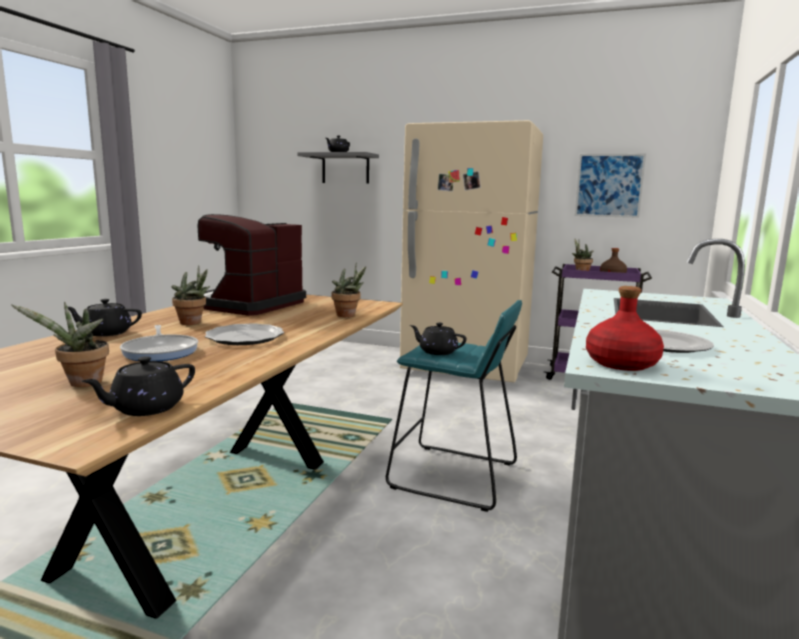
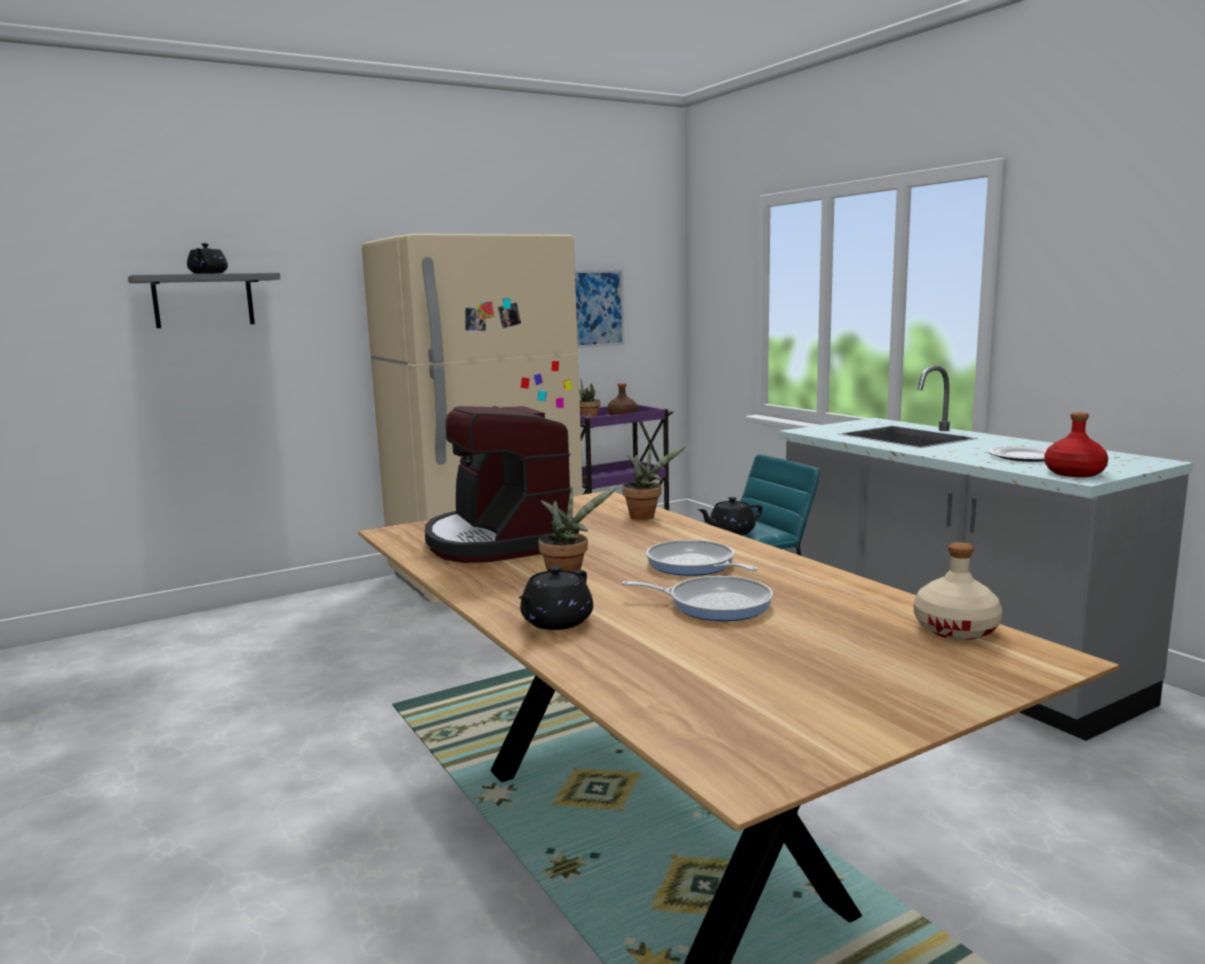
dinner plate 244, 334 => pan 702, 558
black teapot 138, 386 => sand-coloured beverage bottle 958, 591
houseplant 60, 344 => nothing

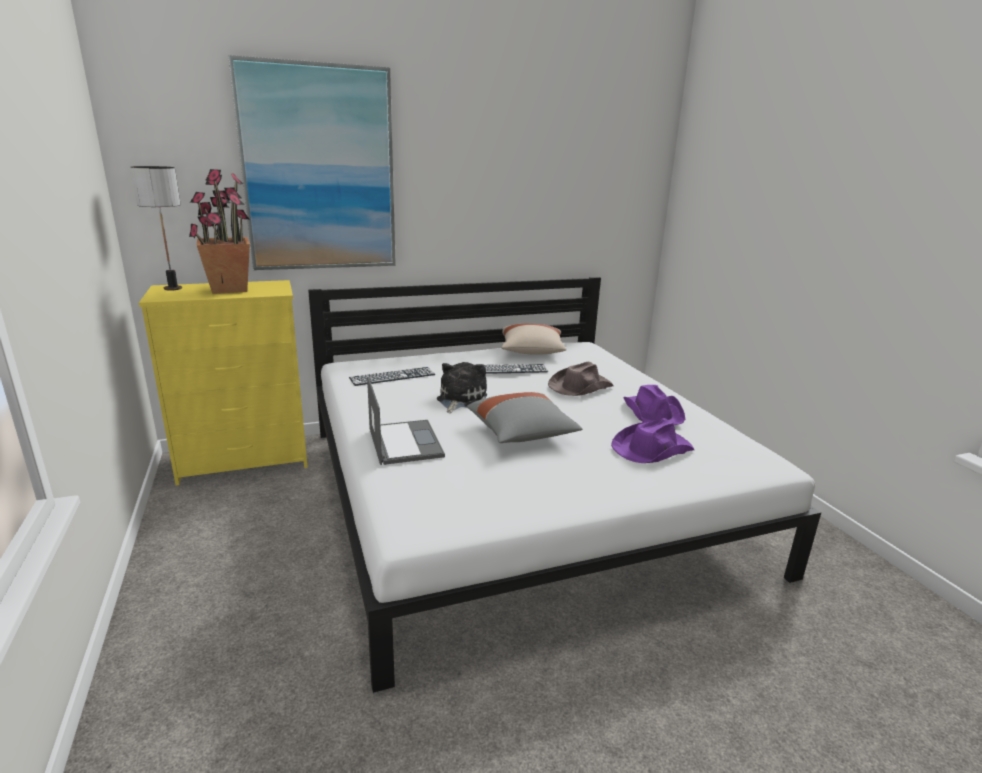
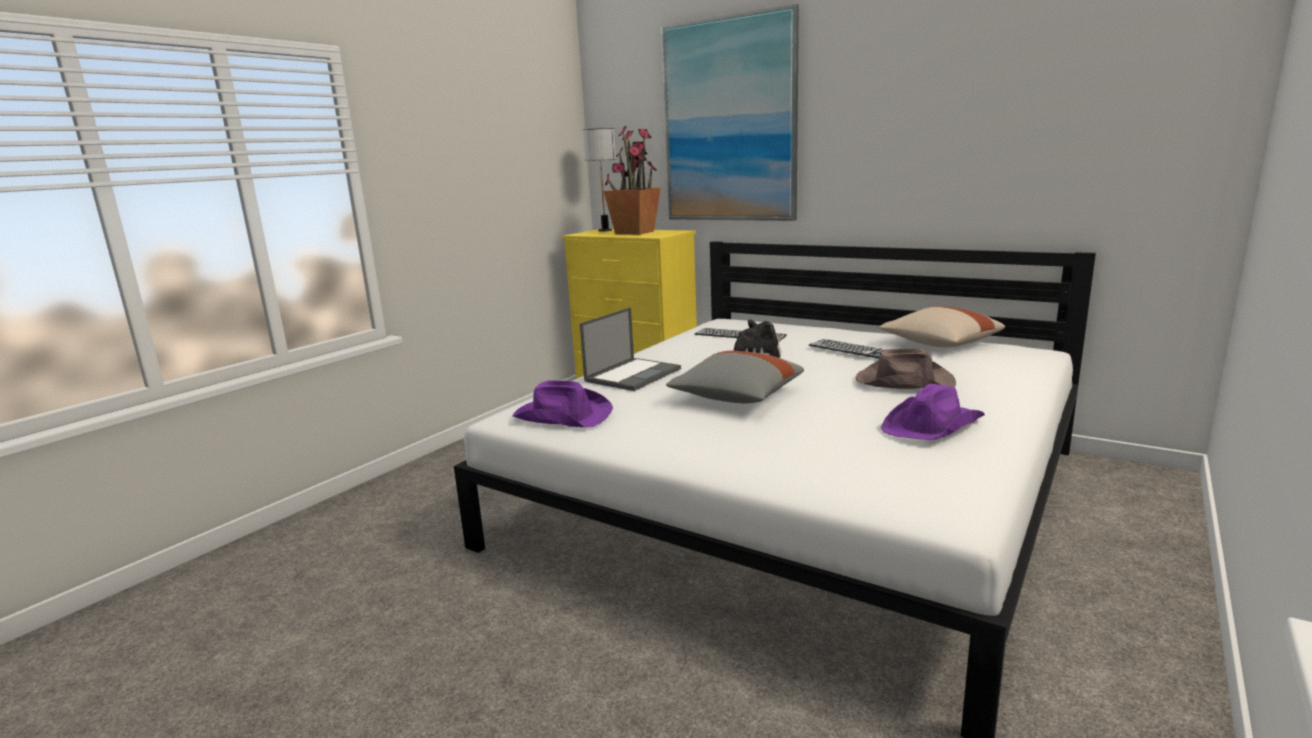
purple-coloured clothing hat 652, 440 => purple-coloured clothing hat 563, 404, relocated

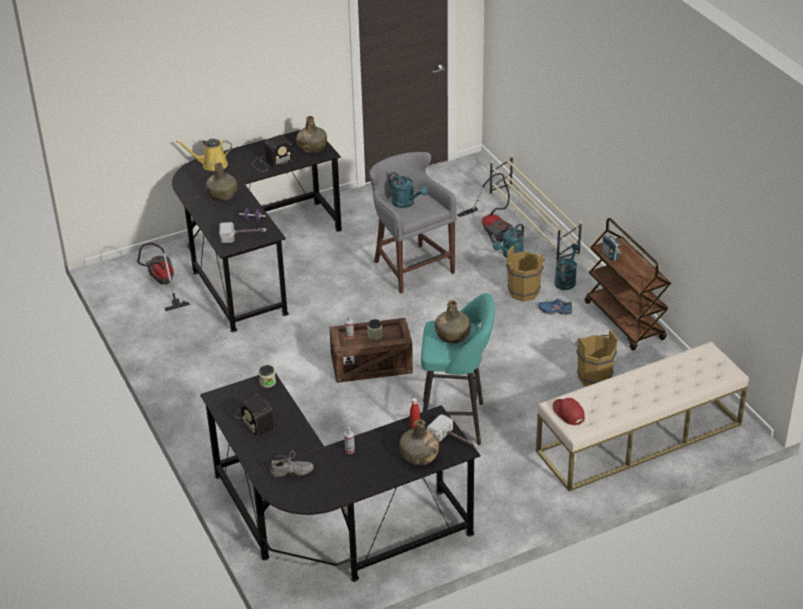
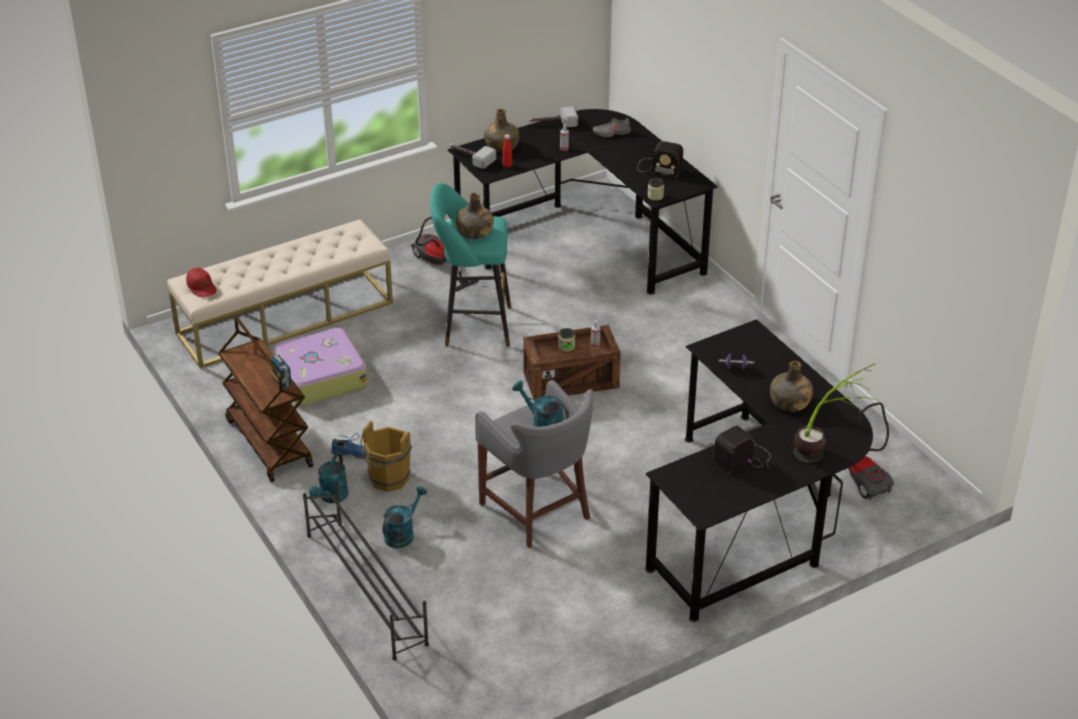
reddish cap 569, 411 => reddish cap 201, 282, relocated
brown pail 596, 358 => suitcase 320, 367
sand-coloured shoe rack 535, 209 => black shoe rack 366, 570
vacuum 485, 208 => vacuum 445, 254, relocated
tool hammer 242, 232 => tool hammer 553, 116, relocated
radio set 254, 416 => radio set 660, 159, 150 degrees clockwise
yellow-coloured watering can 204, 155 => houseplant 835, 413
green beverage bottle 311, 134 => nothing

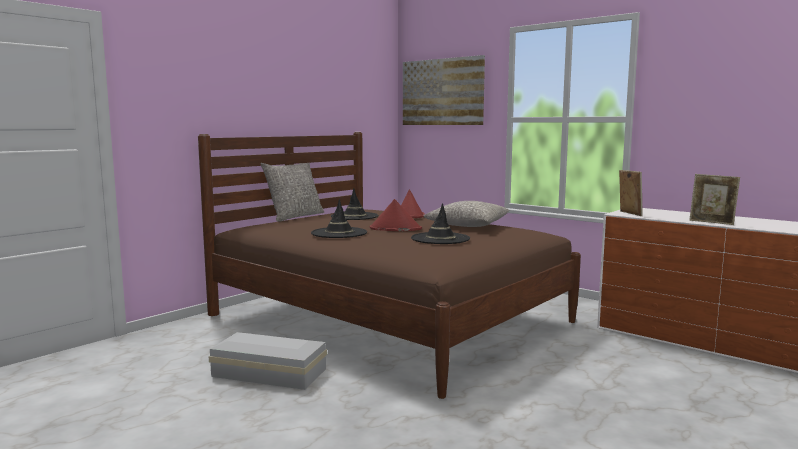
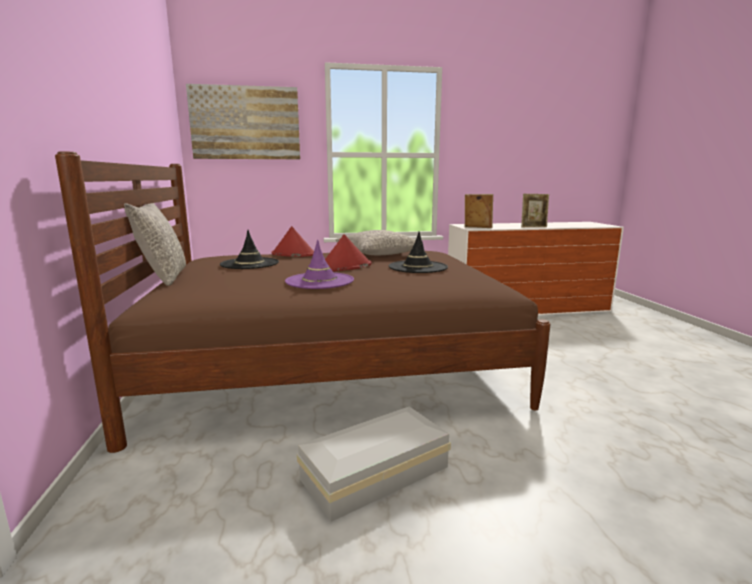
black clothing hat 339, 218 => purple-coloured clothing hat 319, 264

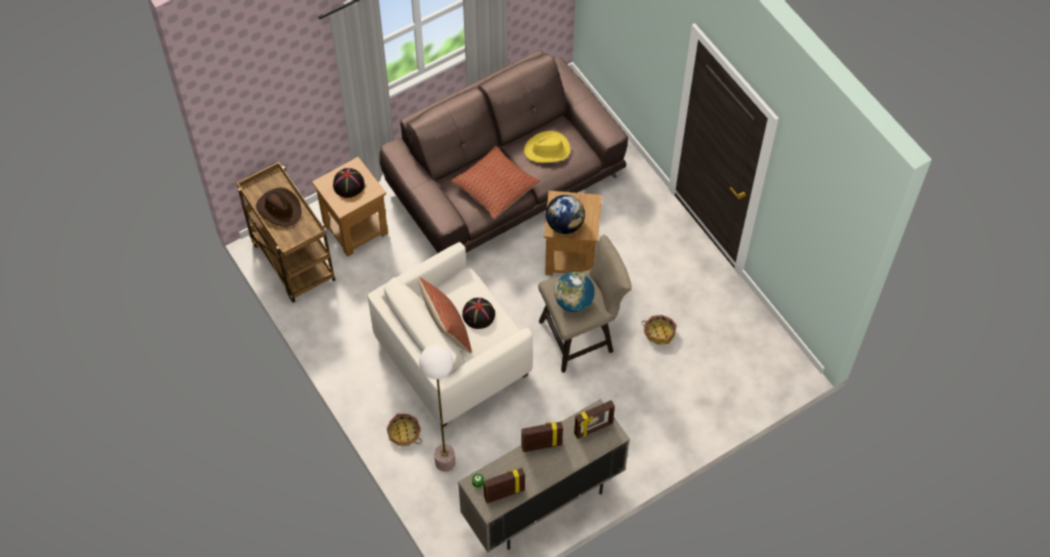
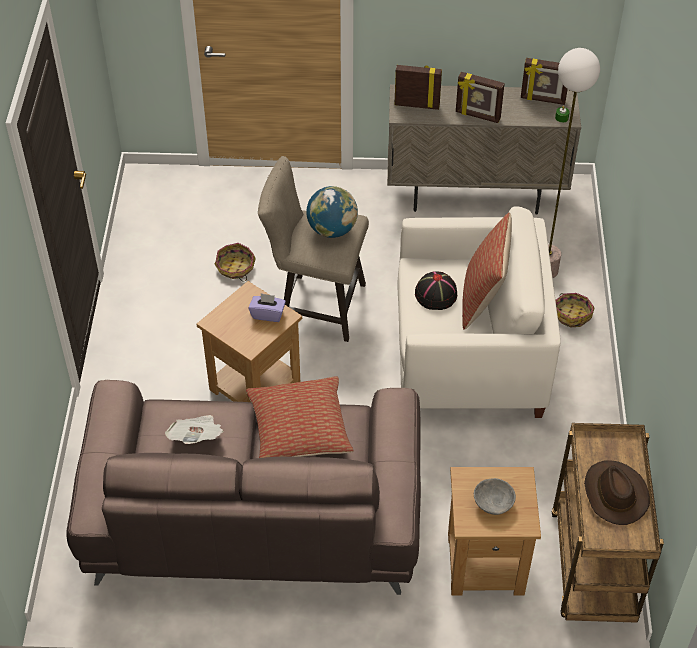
yellow-coloured clothing hat 547, 147 => printed paper 194, 429
globe 565, 214 => purple-coloured box of tissues 267, 307
black clothing hat 349, 183 => gray bowl 495, 496

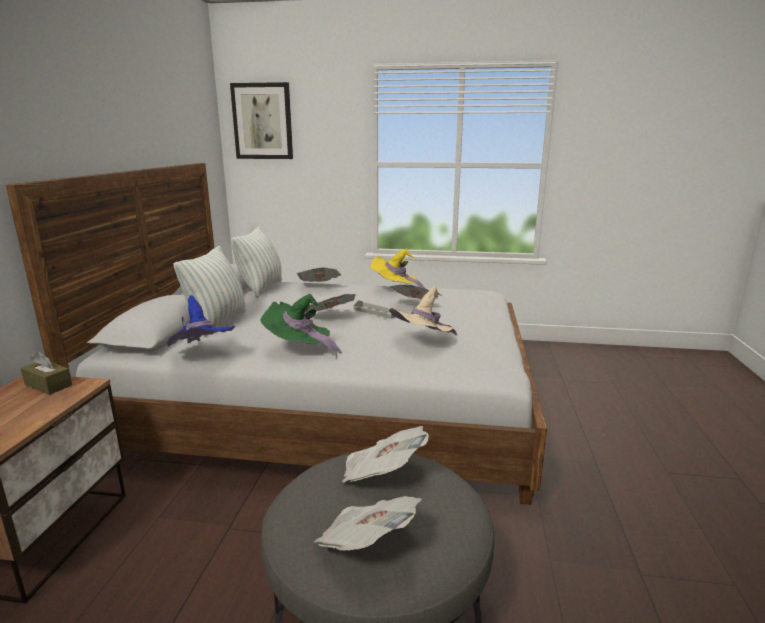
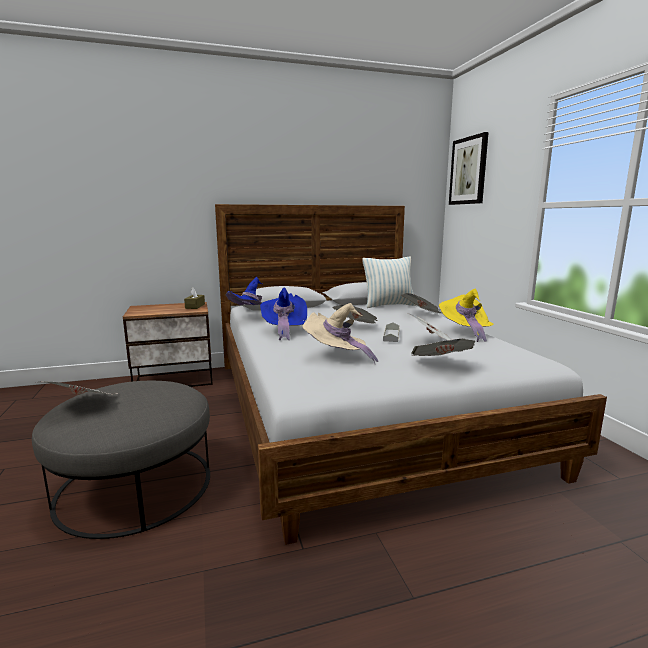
green clothing hat 301, 326 => blue clothing hat 283, 313
printed paper 385, 454 => printed paper 443, 347, relocated
throw pillow 210, 291 => nothing

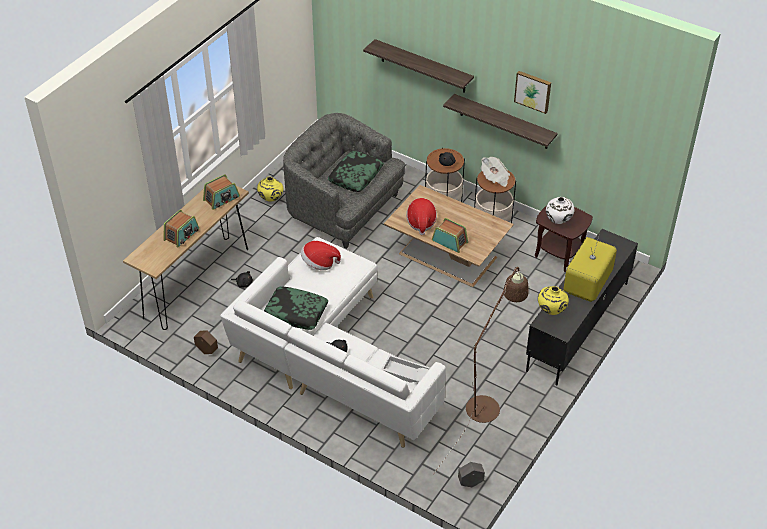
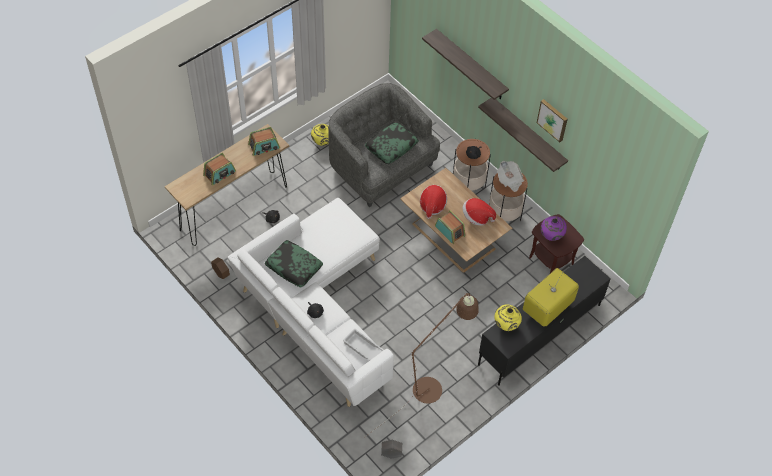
clothing hat 321, 255 => clothing hat 479, 212, relocated
whitish decorative vase 560, 210 => purple-coloured decorative vase 554, 228

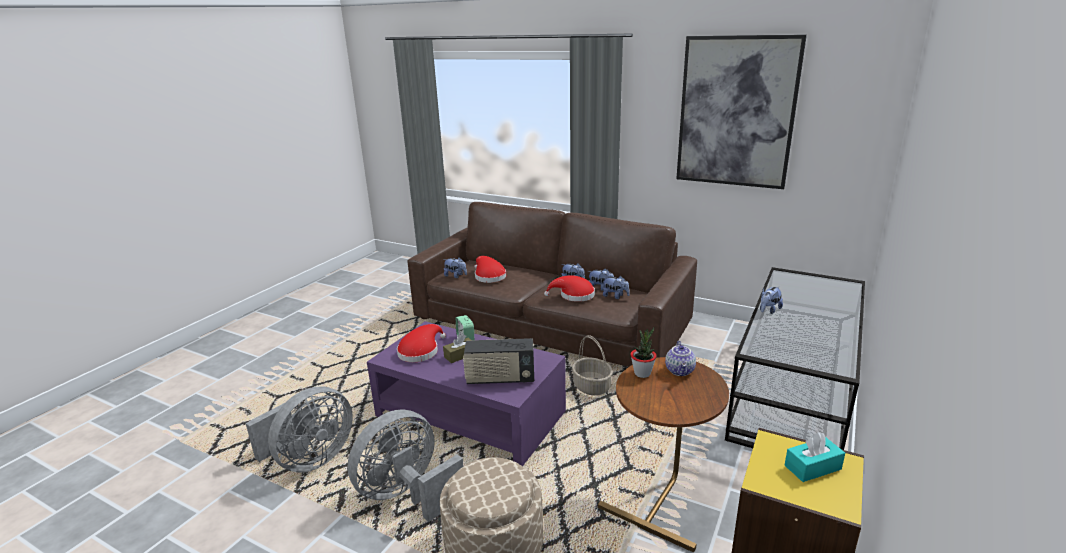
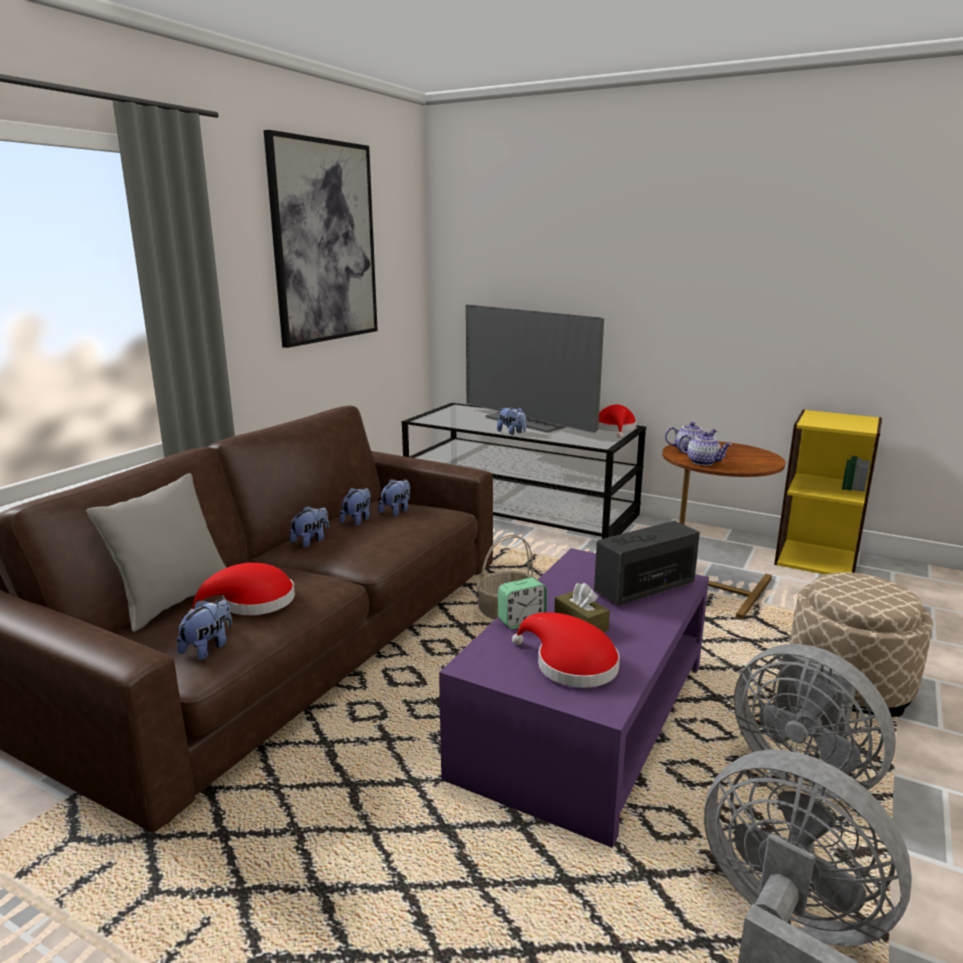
nothing => gray throw pillow 156, 552
nothing => television 535, 369
radio set 498, 361 => radio set 647, 563, 120 degrees counterclockwise
reddish clothing hat 569, 288 => reddish clothing hat 617, 421, relocated
houseplant 643, 352 => teapot 705, 449
turquoise box of tissues 814, 457 => nothing

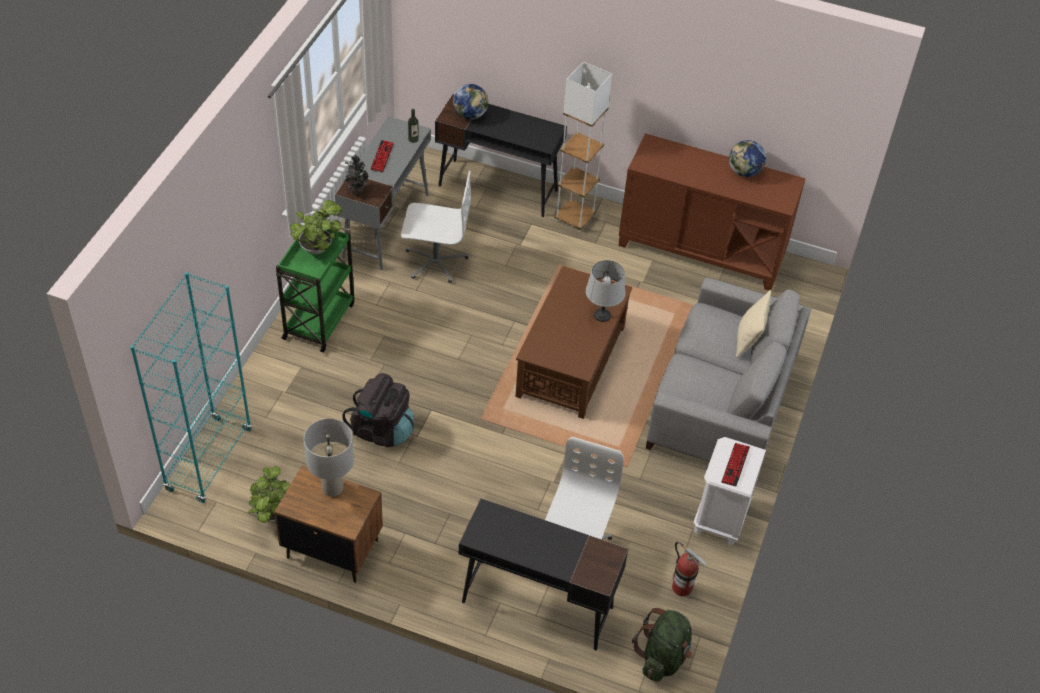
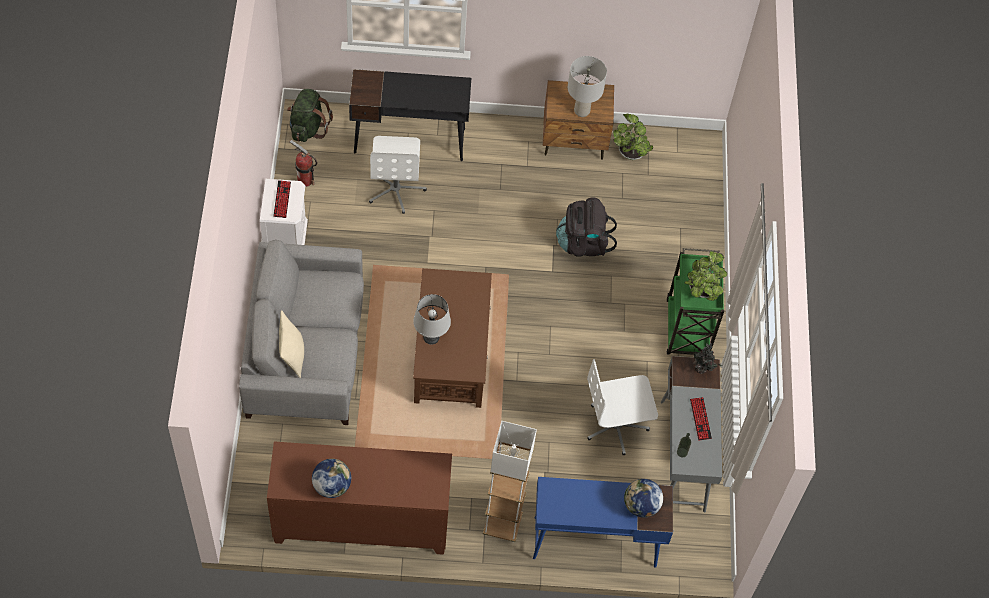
black desk 501, 155 => blue desk 603, 522
turquoise bookcase 191, 387 => nothing

